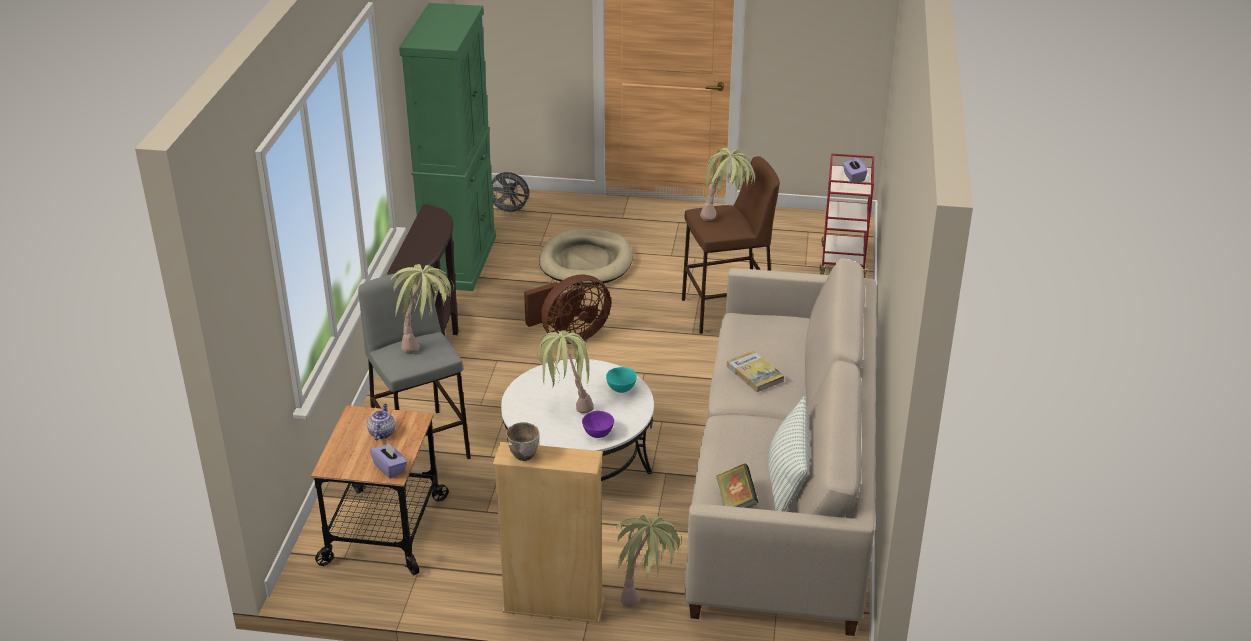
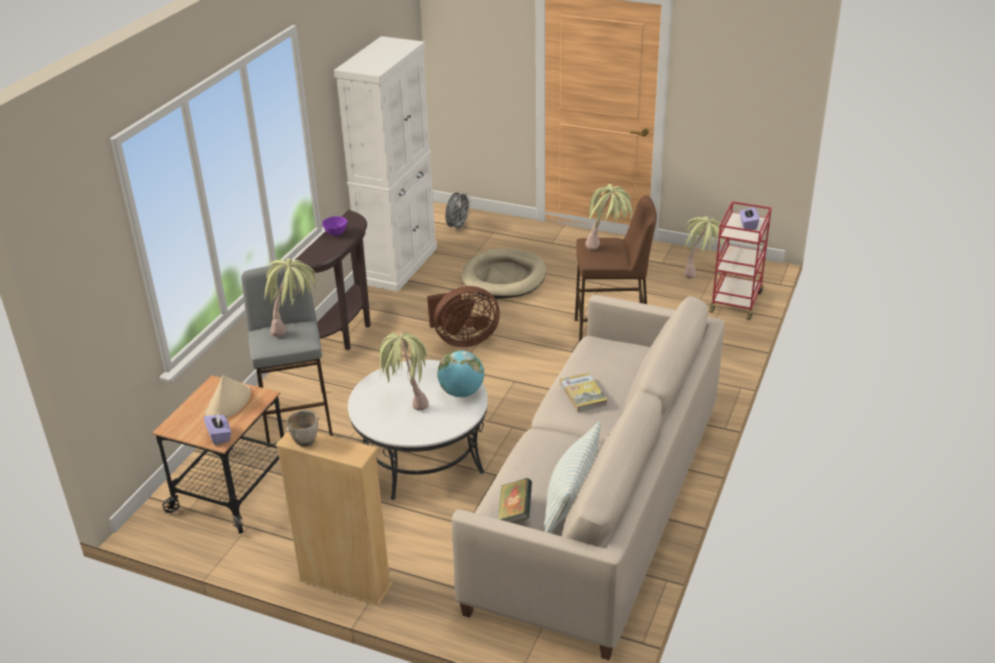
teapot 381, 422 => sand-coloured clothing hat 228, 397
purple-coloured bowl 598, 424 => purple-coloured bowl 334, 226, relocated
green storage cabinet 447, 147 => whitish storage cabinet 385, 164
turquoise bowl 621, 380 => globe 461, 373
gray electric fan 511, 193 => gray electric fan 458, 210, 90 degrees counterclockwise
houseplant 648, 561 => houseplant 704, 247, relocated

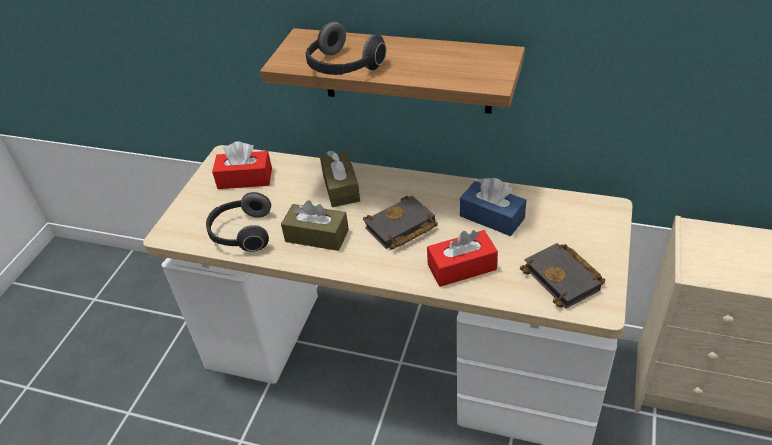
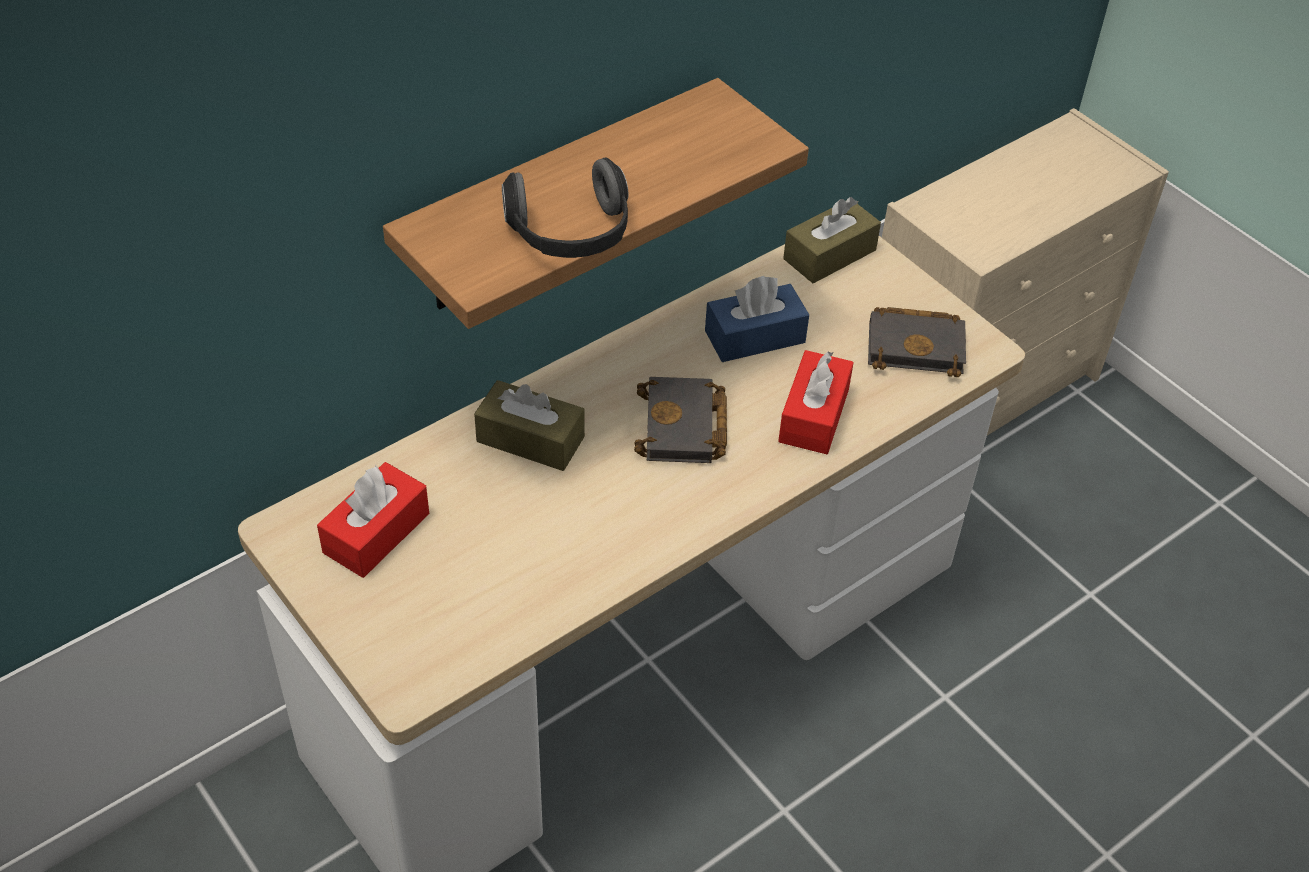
brown box of tissues 315, 225 => brown box of tissues 832, 240, relocated
pair of headphones 238, 222 => nothing

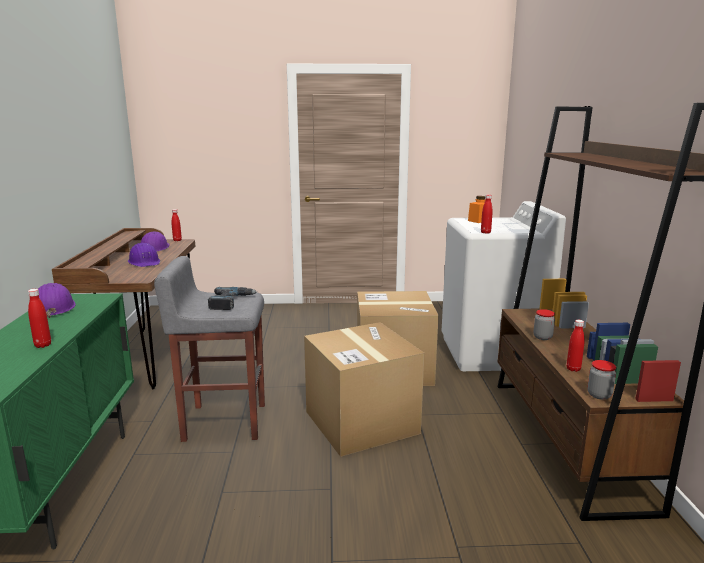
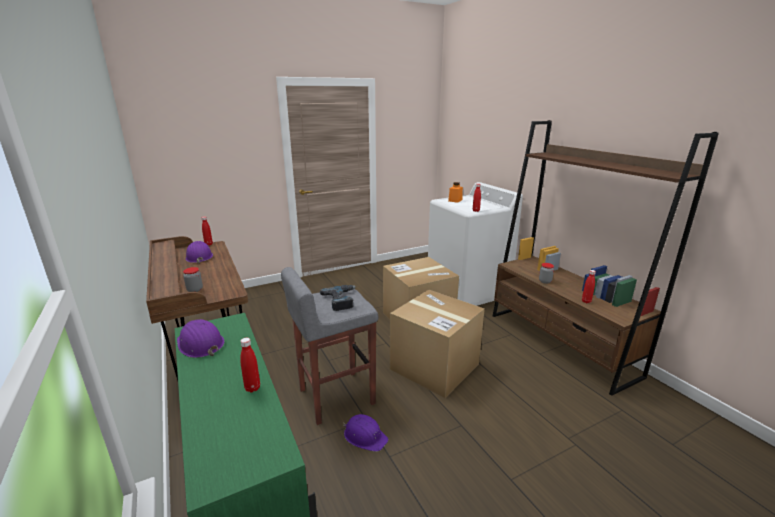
jar 601, 380 => jar 193, 279, relocated
purple-coloured hard hat 144, 255 => purple-coloured hard hat 366, 433, relocated

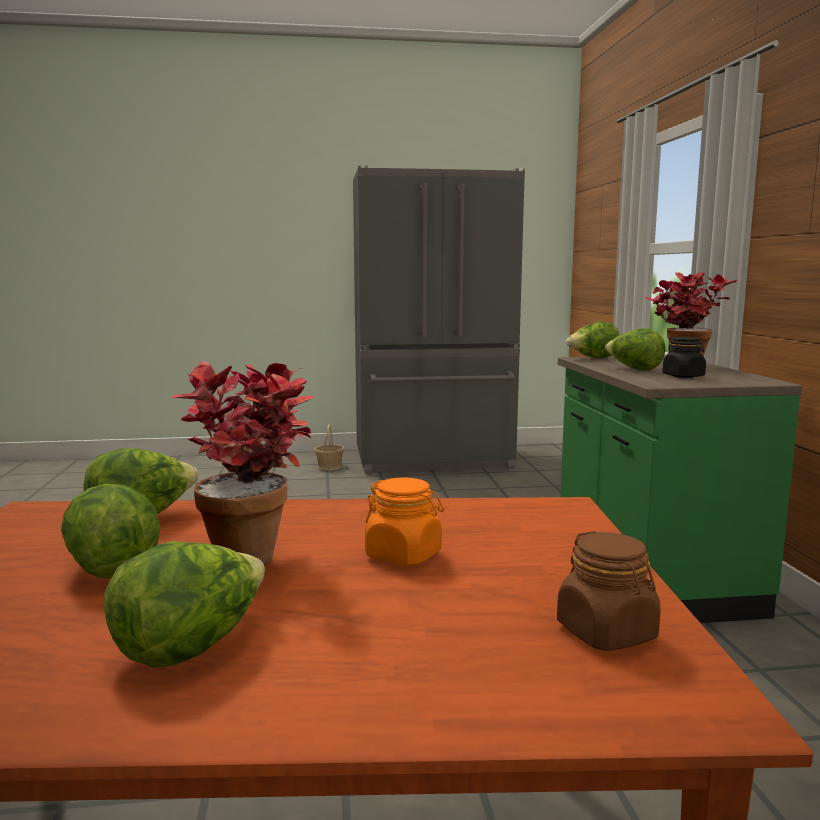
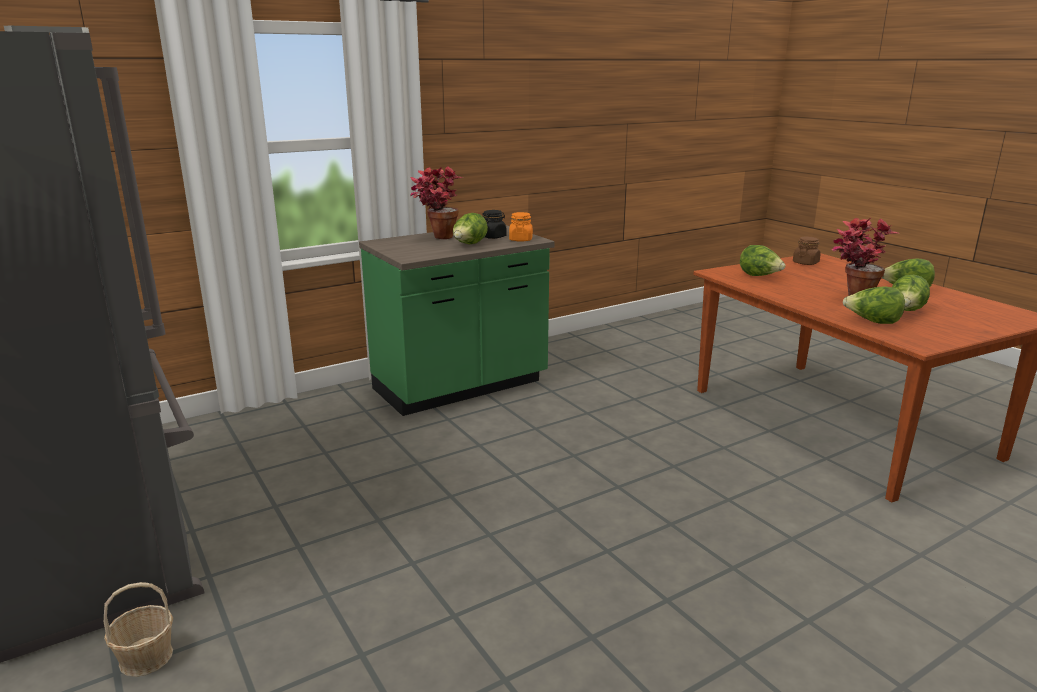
orange-coloured jar 404, 521 => orange-coloured jar 521, 227, relocated
head of lettuce 593, 340 => head of lettuce 762, 260, relocated

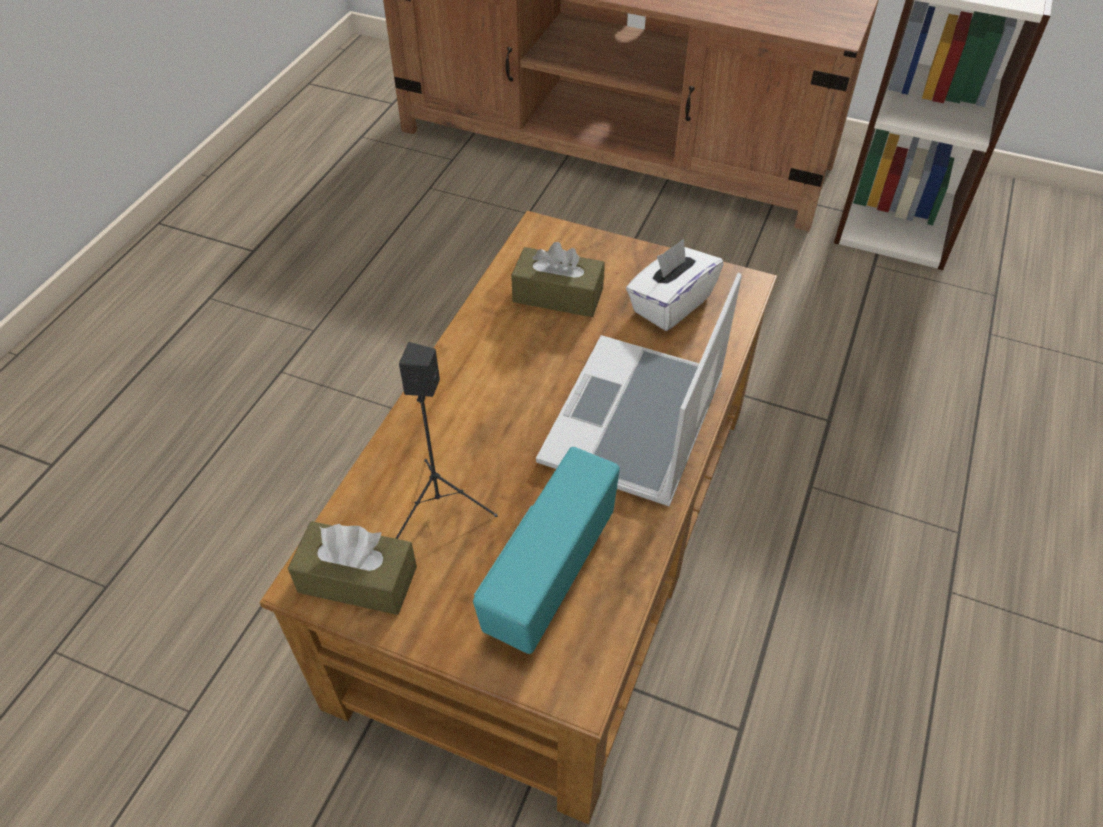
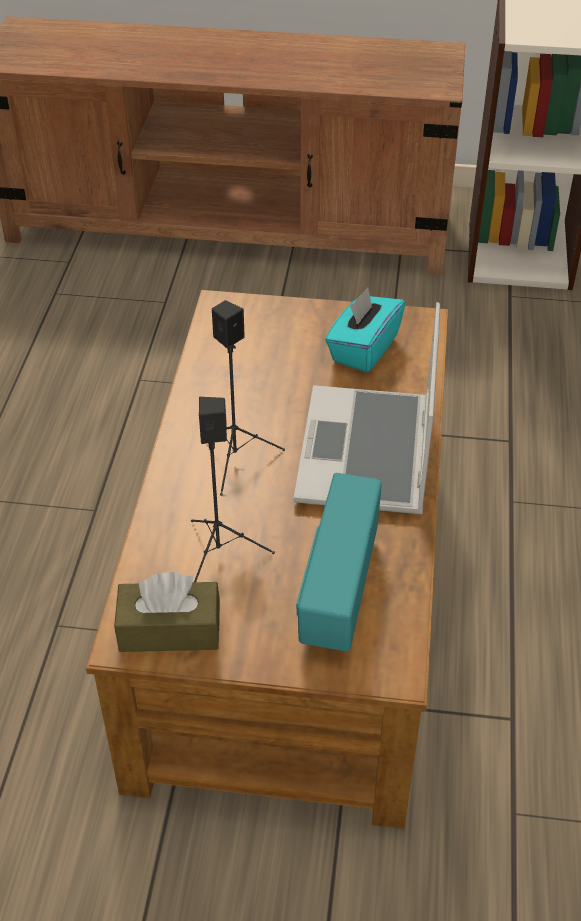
nothing => black speaker 248, 398
whitish box of tissues 675, 285 => turquoise box of tissues 365, 330
brown box of tissues 558, 279 => nothing

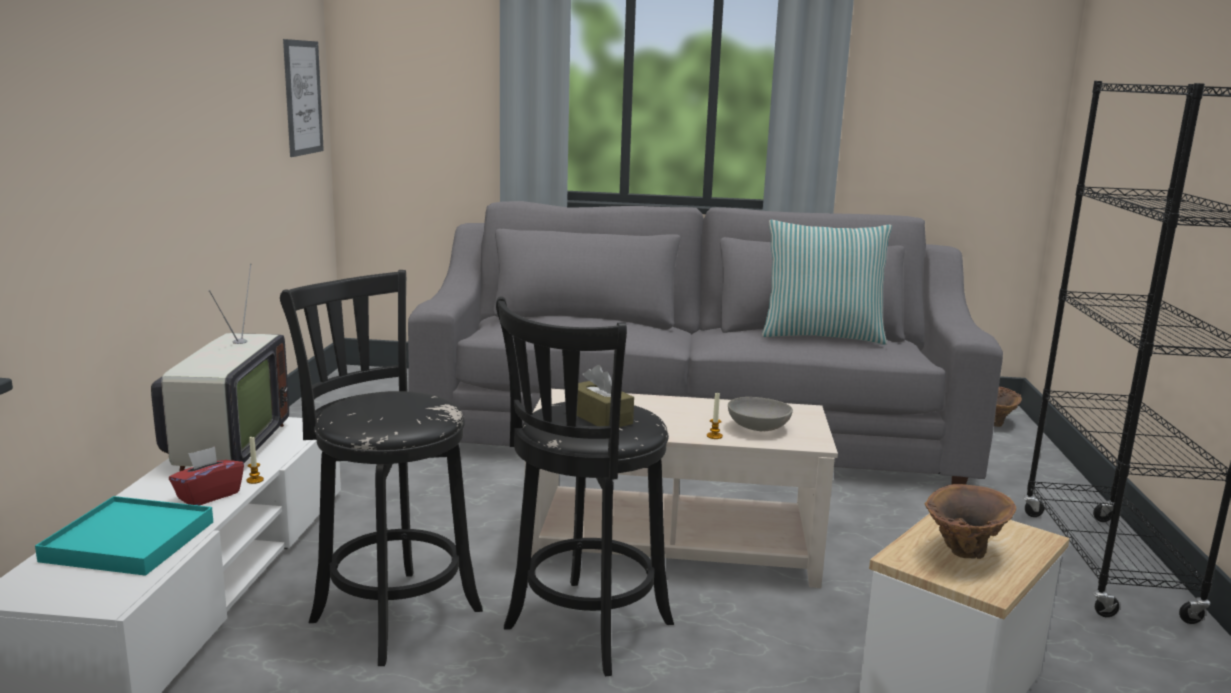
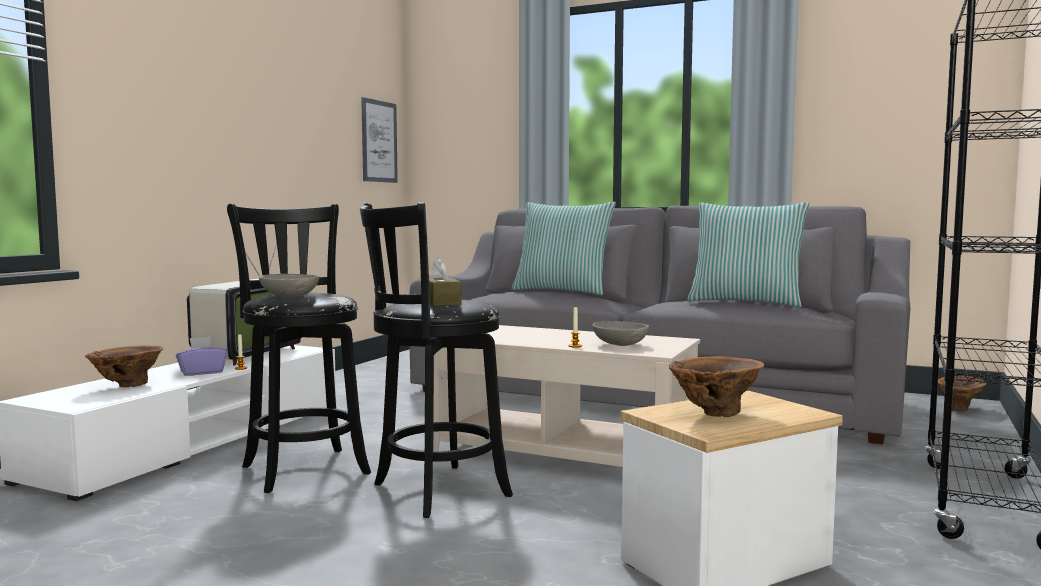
turquoise serving tray 124, 536 => brown decorative vase 124, 366
reddish box of tissues 206, 476 => purple-coloured box of tissues 201, 356
nothing => gray bowl 289, 285
nothing => throw pillow 563, 248

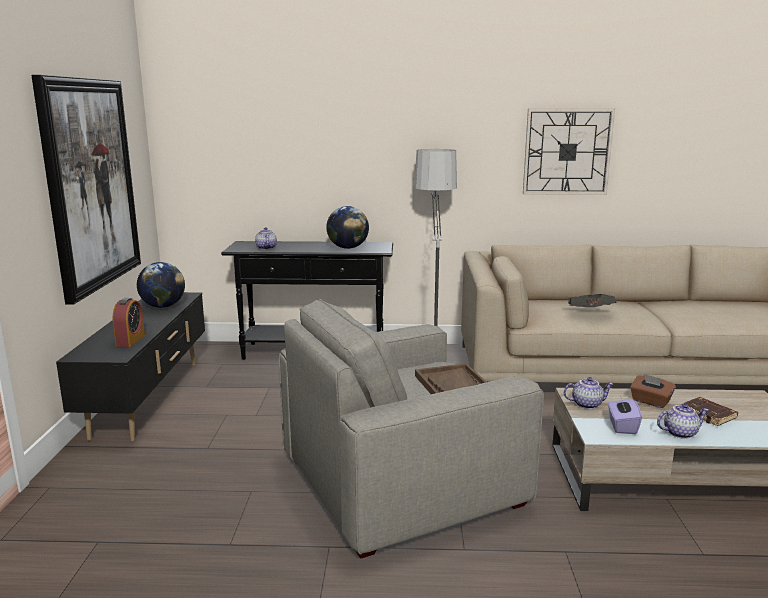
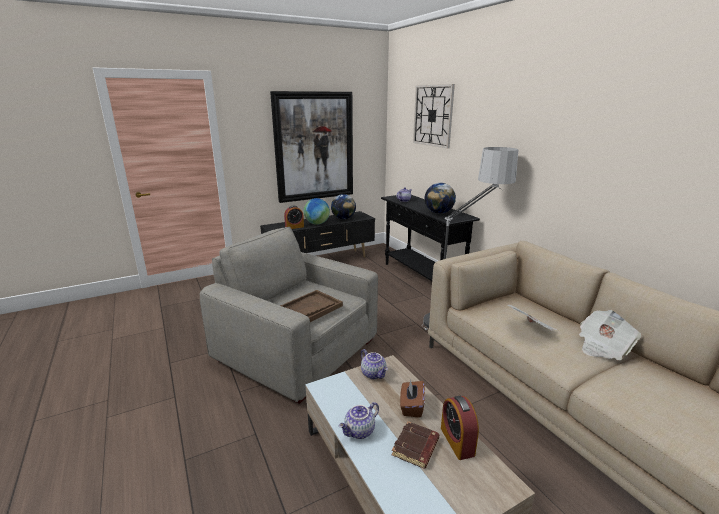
nothing => globe 317, 211
teapot 682, 421 => teapot 359, 420, 90 degrees clockwise
clock on the wall 569, 151 => clock on the wall 434, 116, relocated
nothing => bedside clock 460, 428
nothing => printed paper 610, 335
purple-coloured box of tissues 625, 414 => nothing

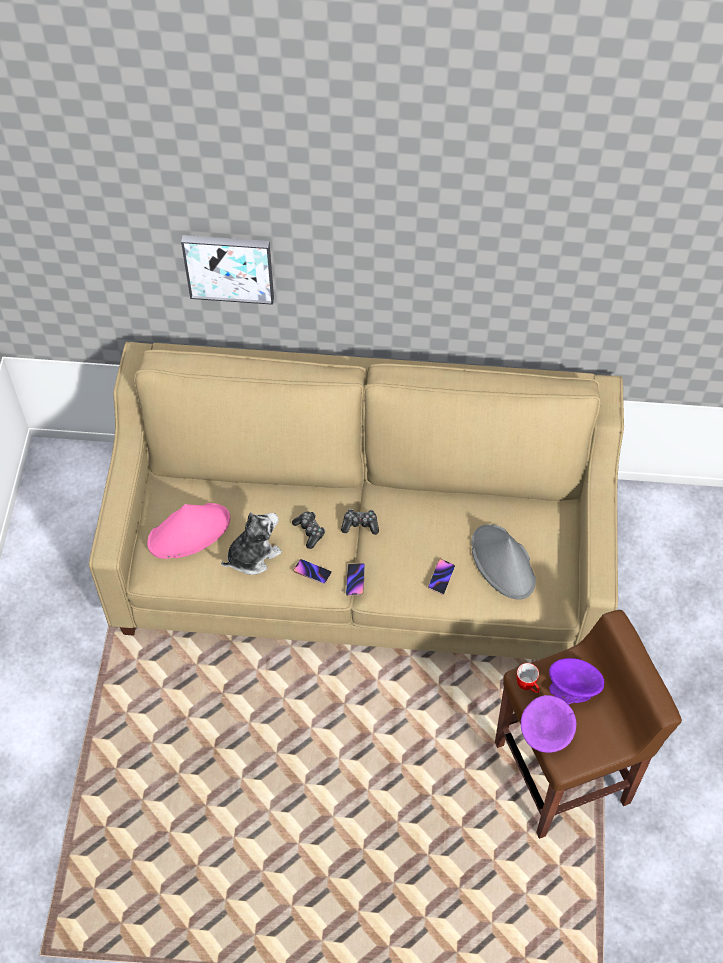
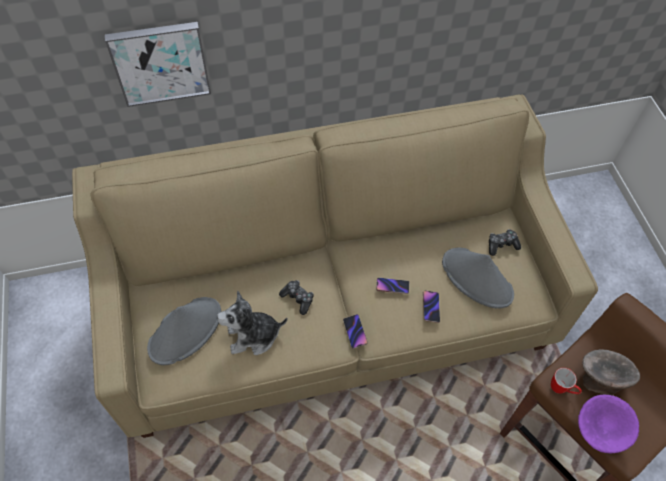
pinkish clothing hat 188, 531 => gray clothing hat 184, 331
cuddly toy 251, 543 => cuddly toy 252, 323, 135 degrees counterclockwise
telephone 312, 571 => telephone 392, 286, relocated
gamepad 360, 522 => gamepad 505, 242, relocated
purple-coloured bowl 576, 681 => gray bowl 611, 372

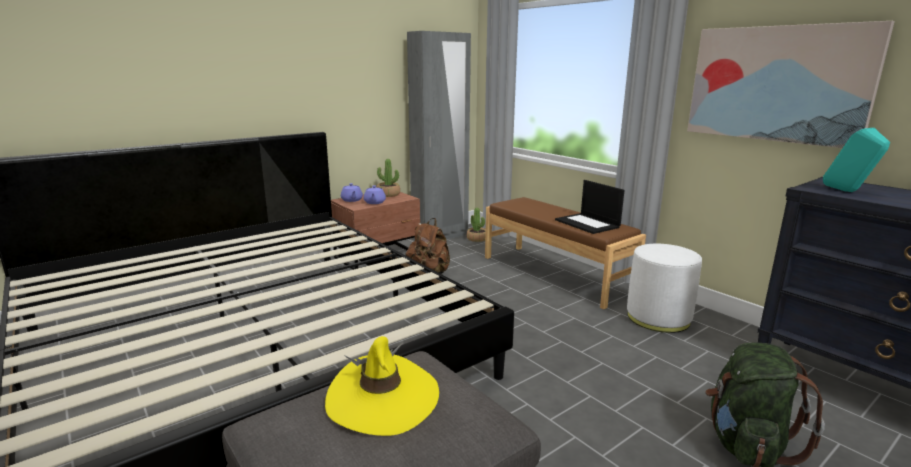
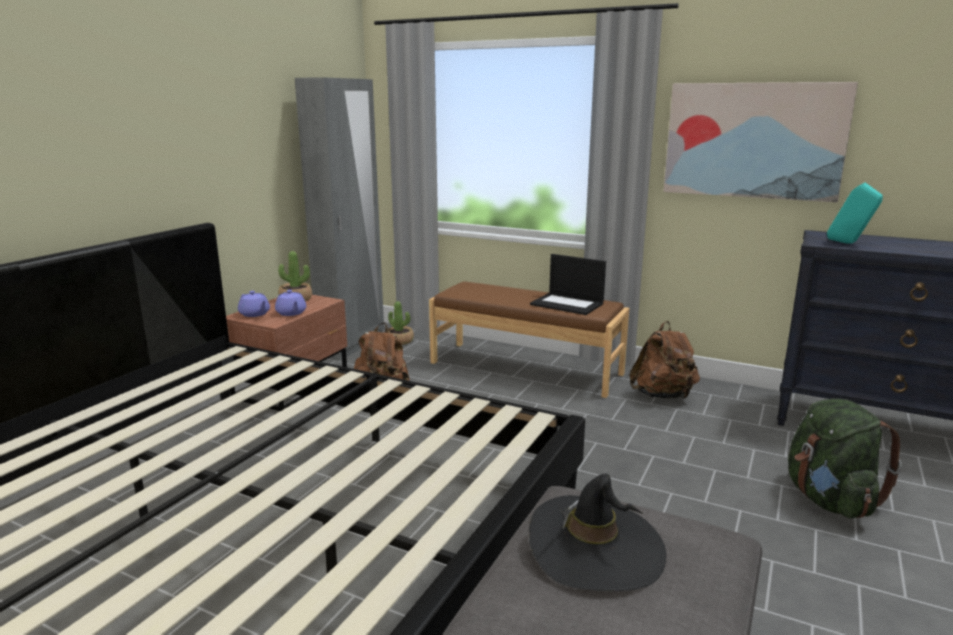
yellow-coloured clothing hat 382, 386 => black clothing hat 597, 532
whitish pouffe 664, 288 => brown backpack 664, 360

